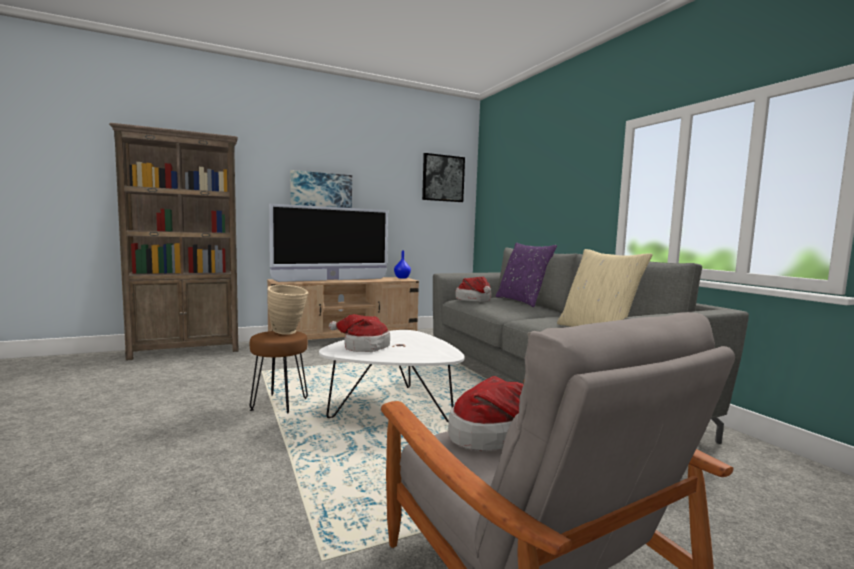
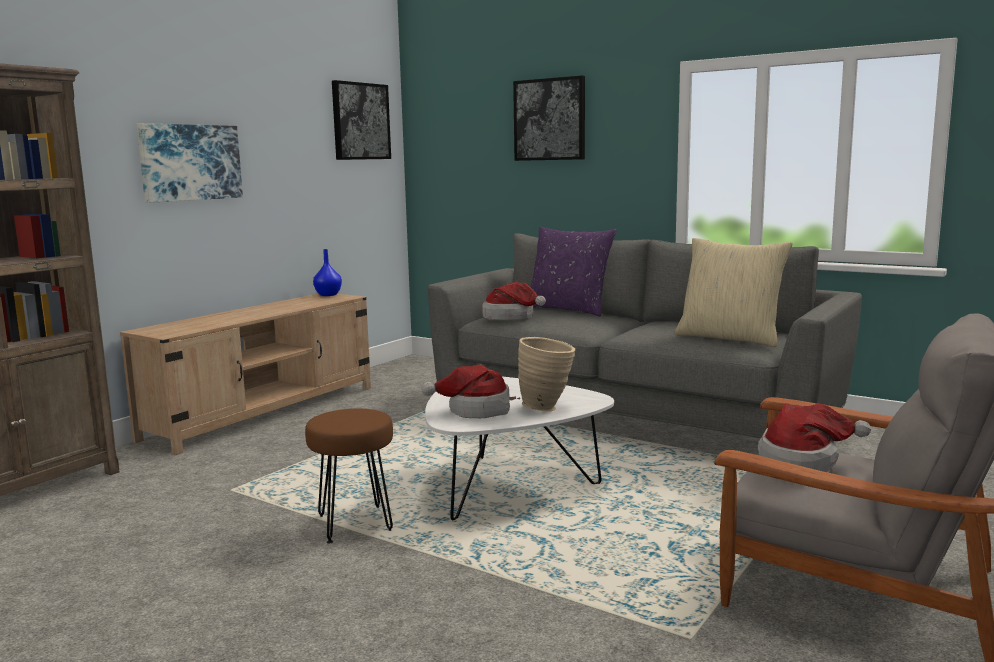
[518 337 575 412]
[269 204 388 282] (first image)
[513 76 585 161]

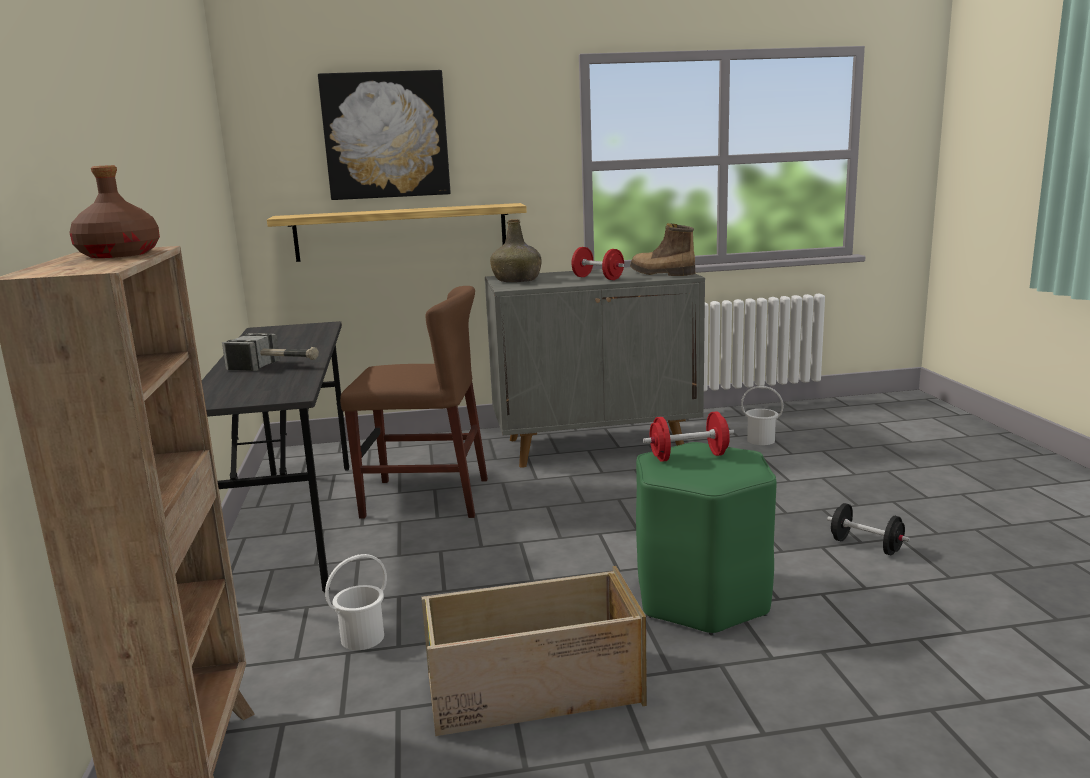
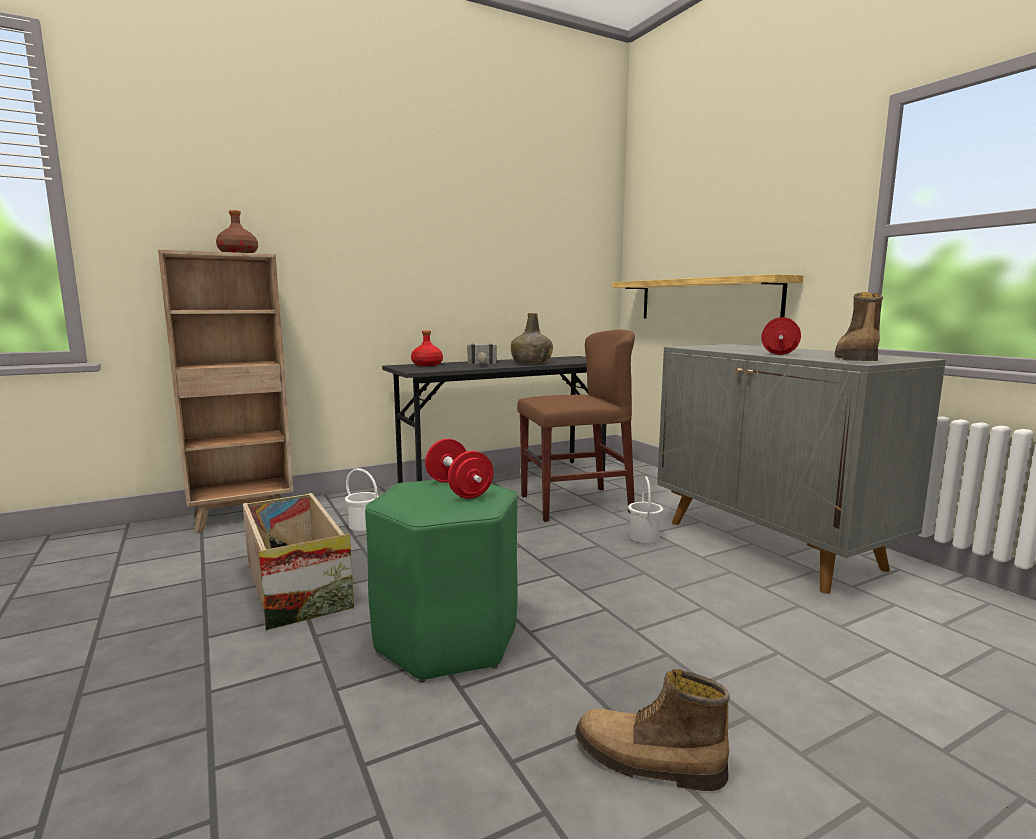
[318 70 451 200] (first image)
[517 330 635 522]
[511 313 553 364]
[628 476 663 543]
[575 669 730 791]
[411 331 443 366]

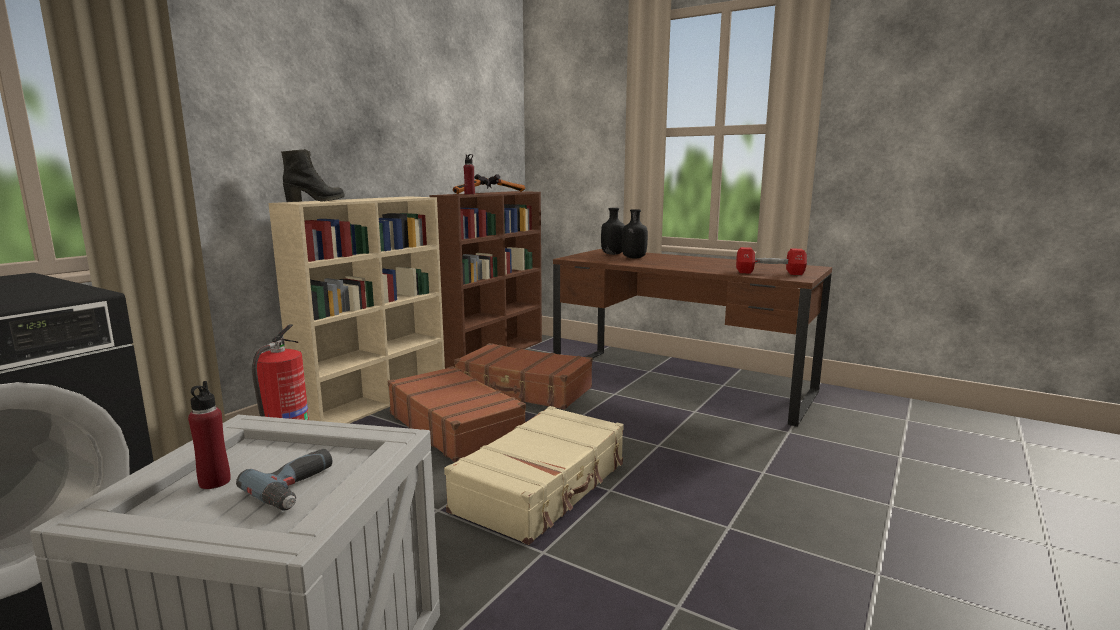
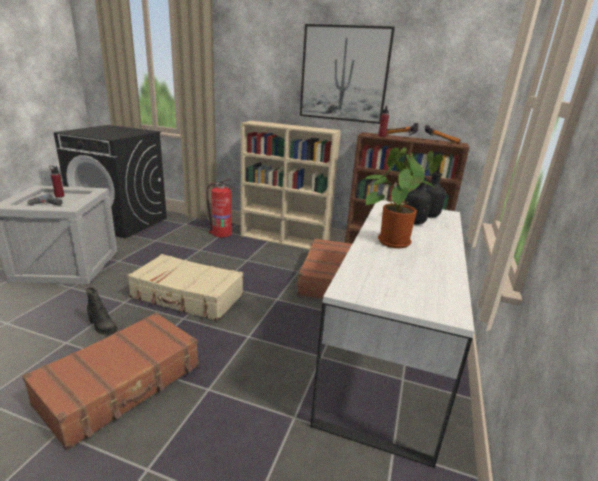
[86 287 118 335]
[22 312 199 450]
[310 200 475 468]
[736 247 807 275] (first image)
[300 24 395 124]
[364 147 443 248]

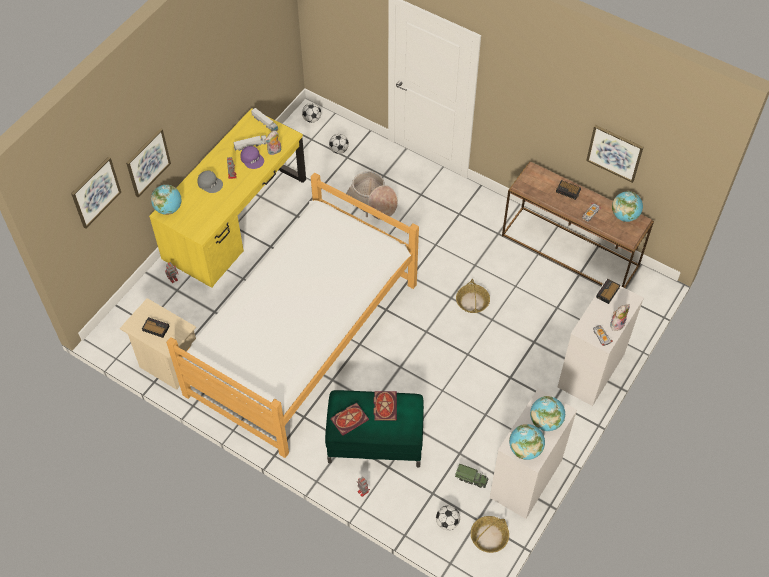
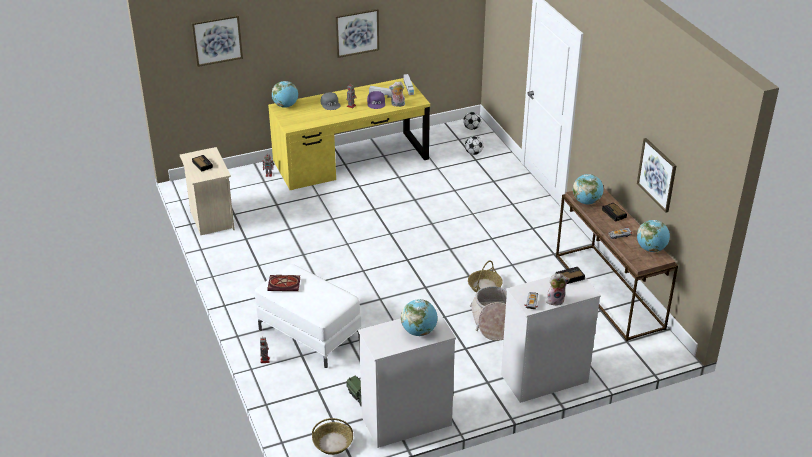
[335 8 379 58]
[166 173 419 458] (first image)
[255 264 362 368]
[470 286 507 341]
[374 391 397 420] (first image)
[436 506 460 530] (first image)
[573 174 603 204]

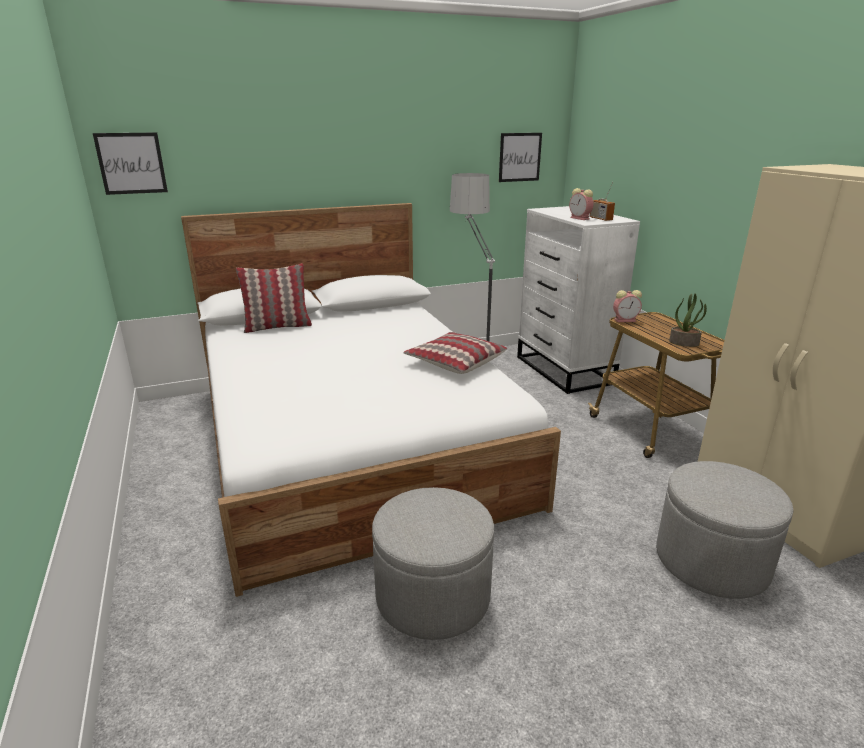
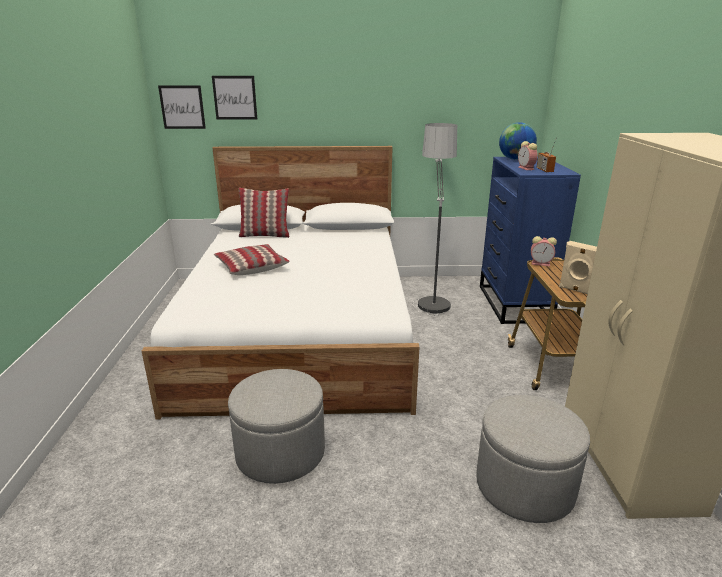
[214 244 290 275]
[212 76 257 120]
[480 157 581 324]
[559 241 597 294]
[499 122 537 160]

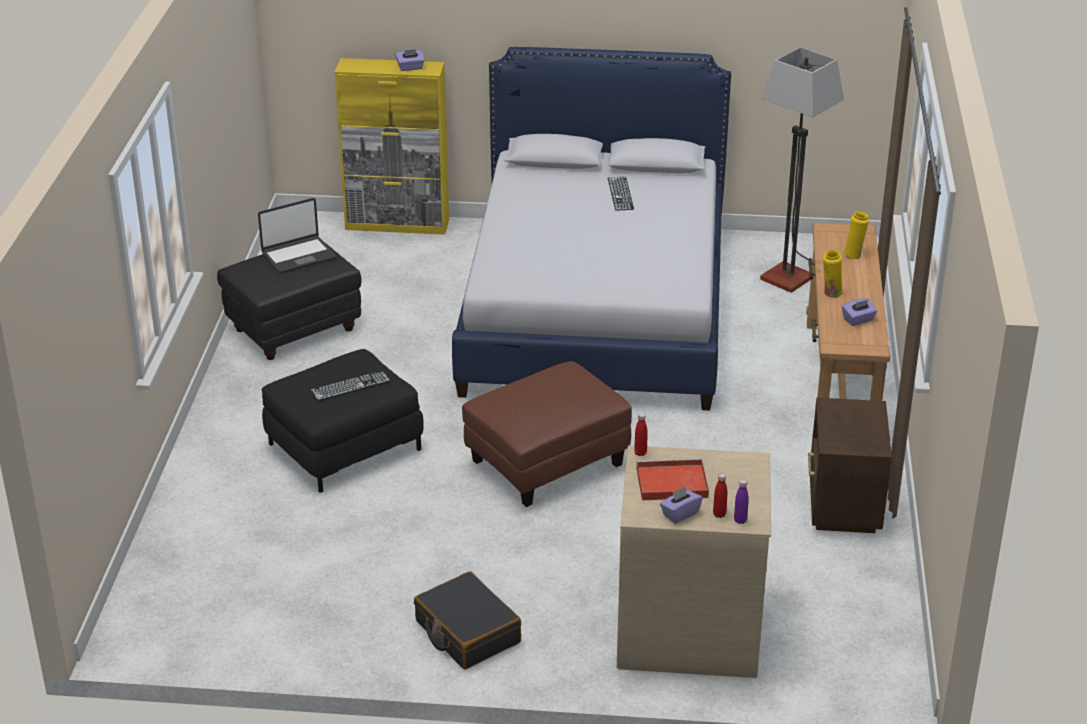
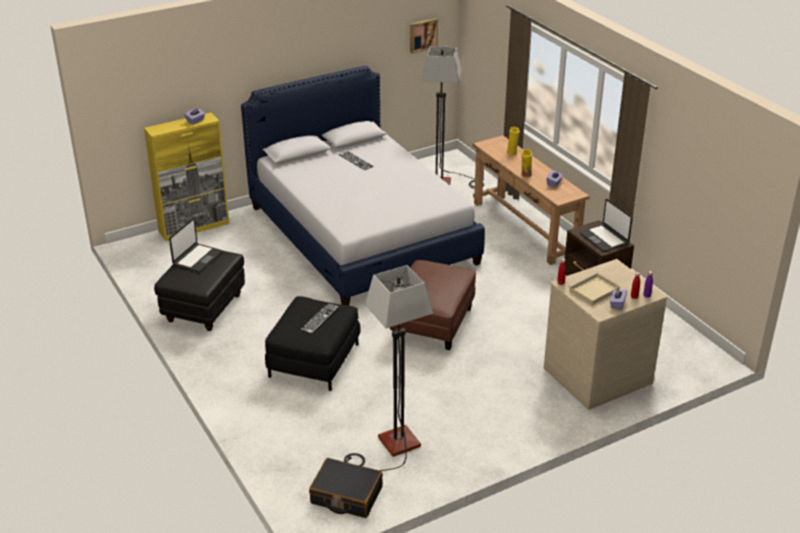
[309 458 383 518]
[568 273 620 305]
[344 265 433 471]
[410 18 438 53]
[579 199 633 252]

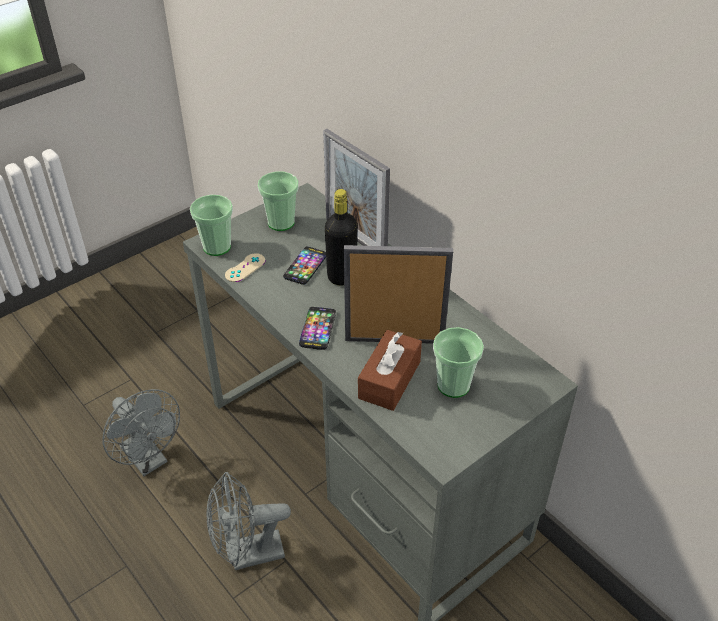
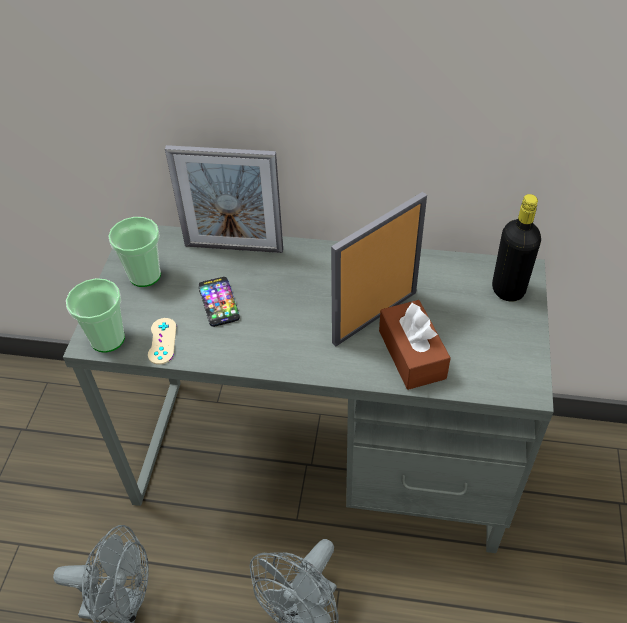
[299 307 336 350] (first image)
[492 194 541 302]
[433 327 484 398] (first image)

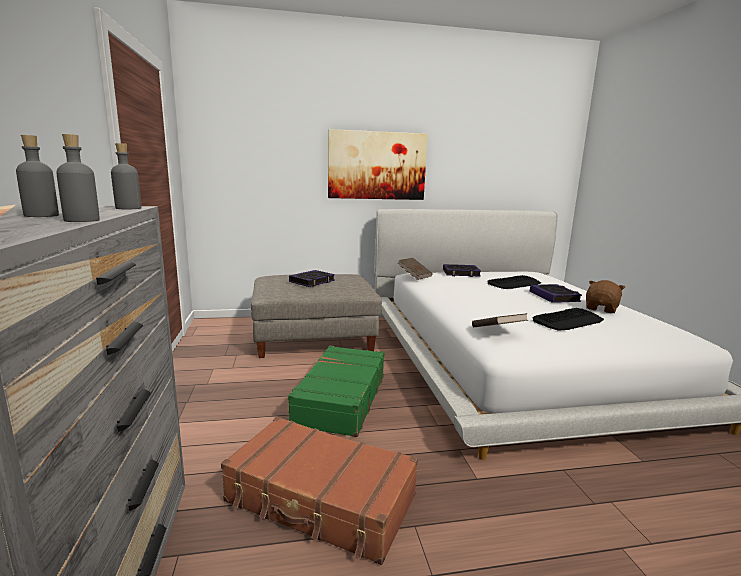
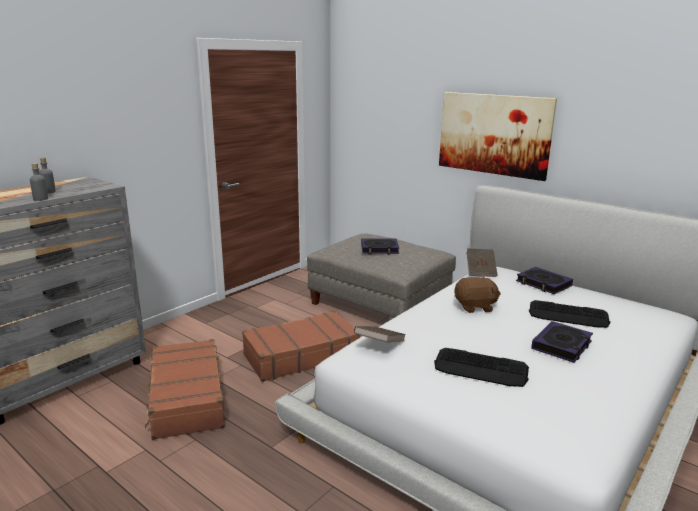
[111 143 142 209] (first image)
[242 311 361 382]
[454 276 501 313]

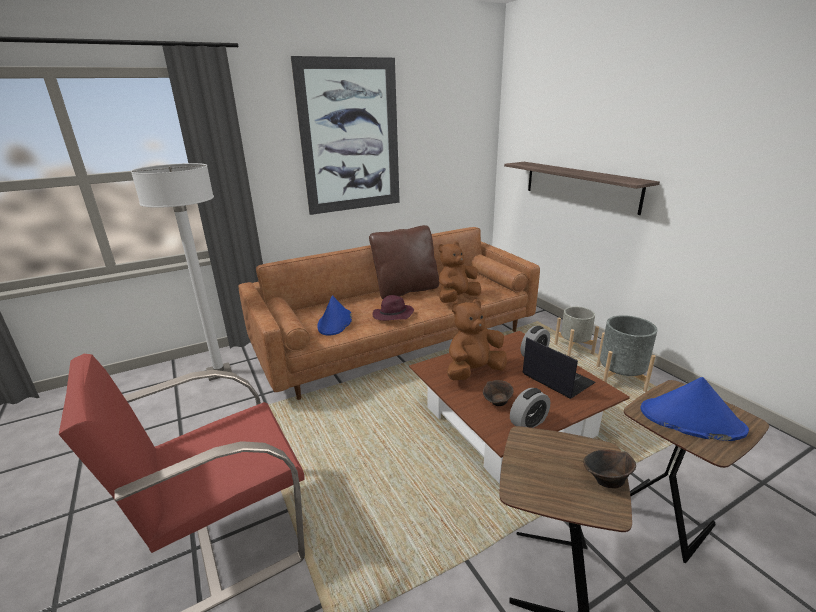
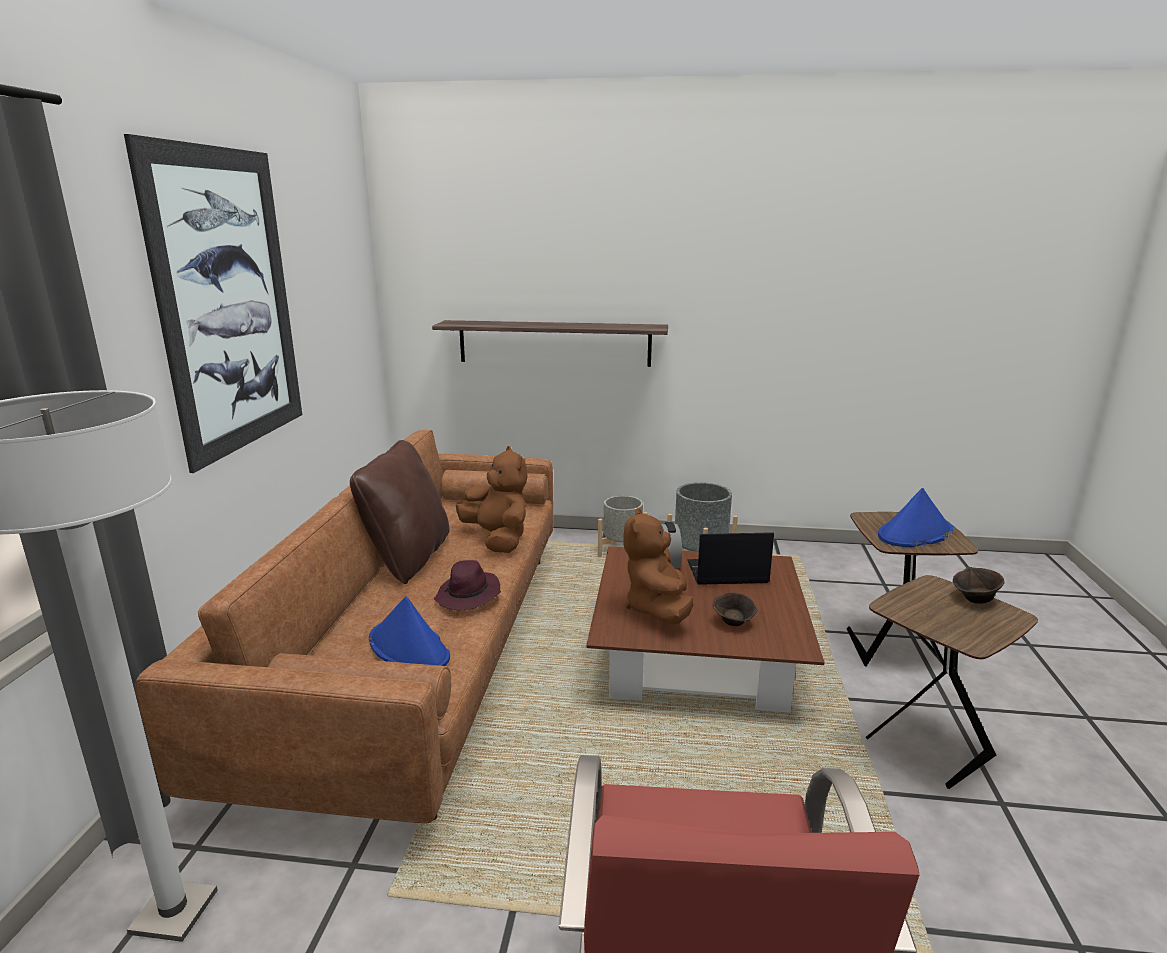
[456 446 528 553]
[510 388 550 428] (first image)

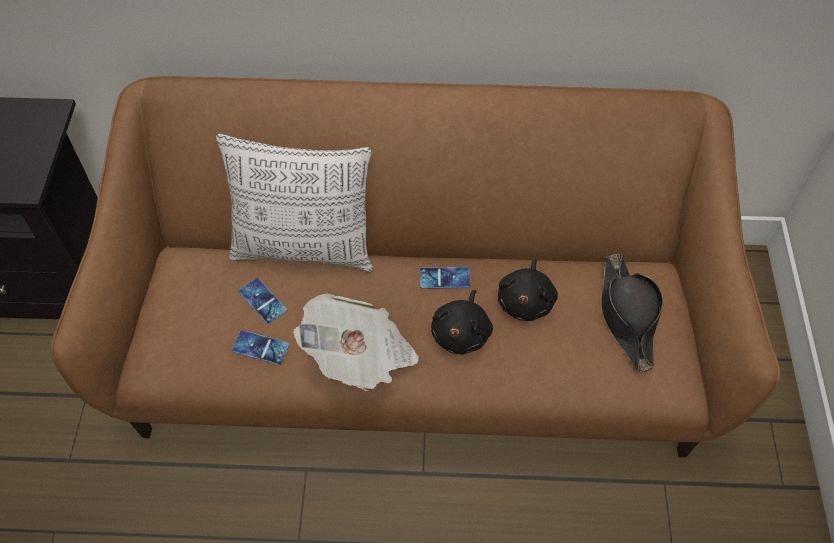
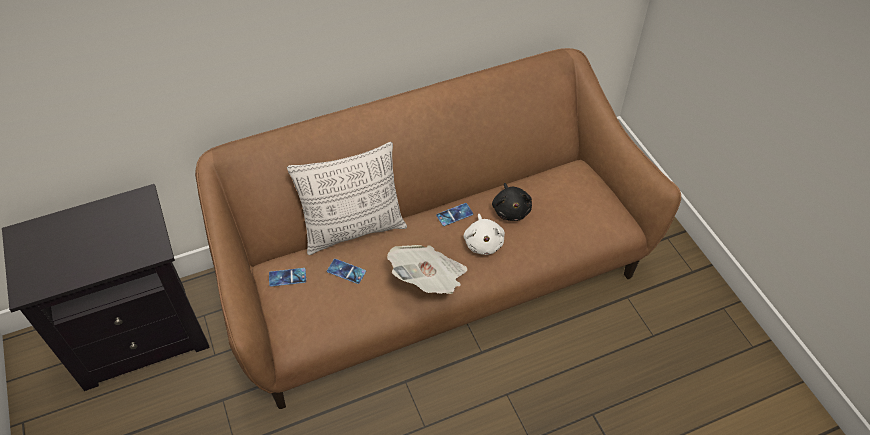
[269 268 306 287]
[463 214 505 255]
[602 253 663 372] (first image)

